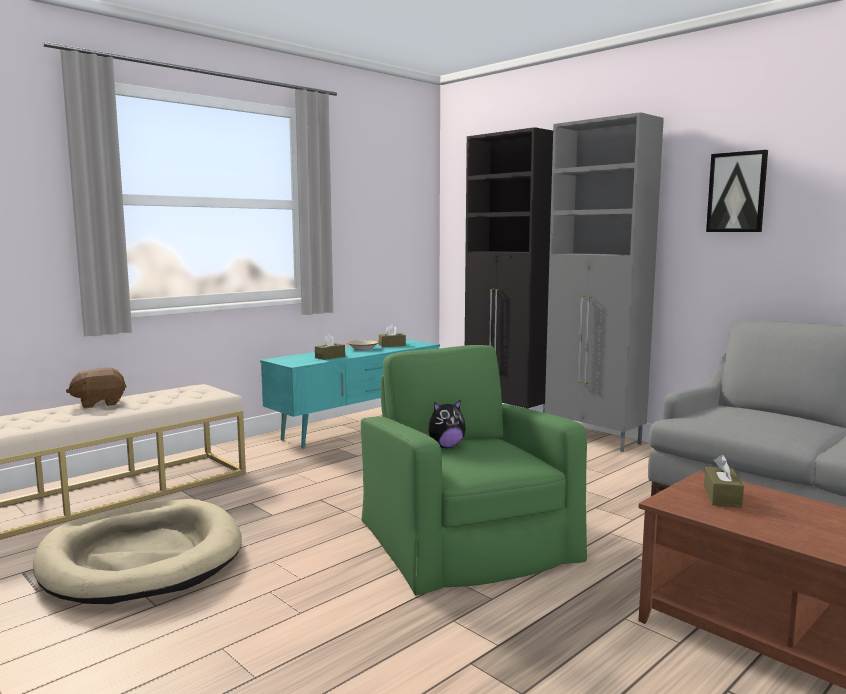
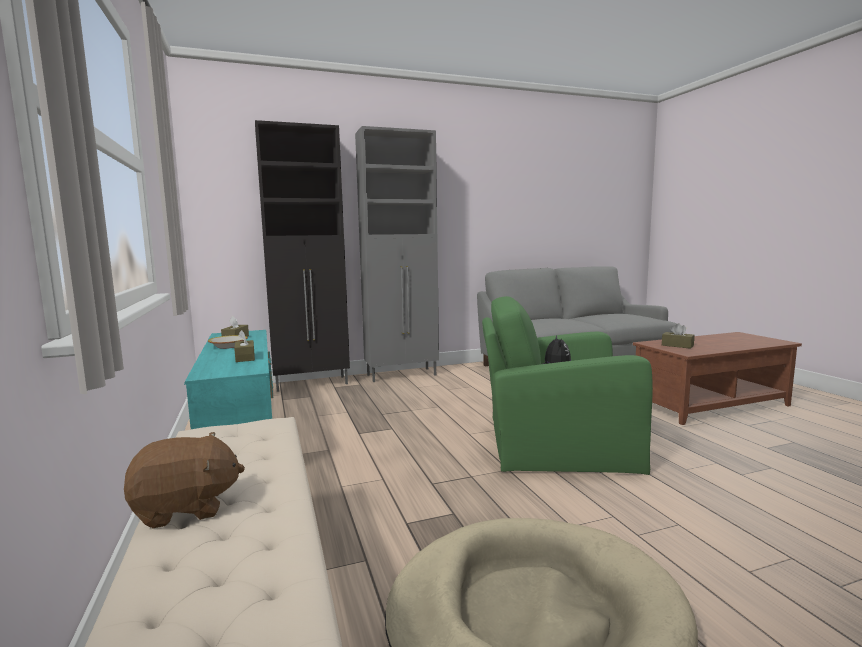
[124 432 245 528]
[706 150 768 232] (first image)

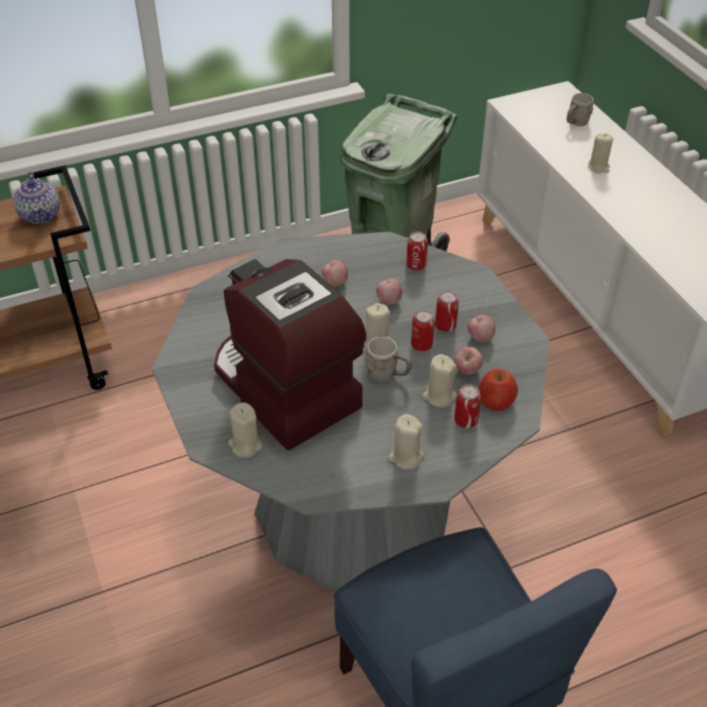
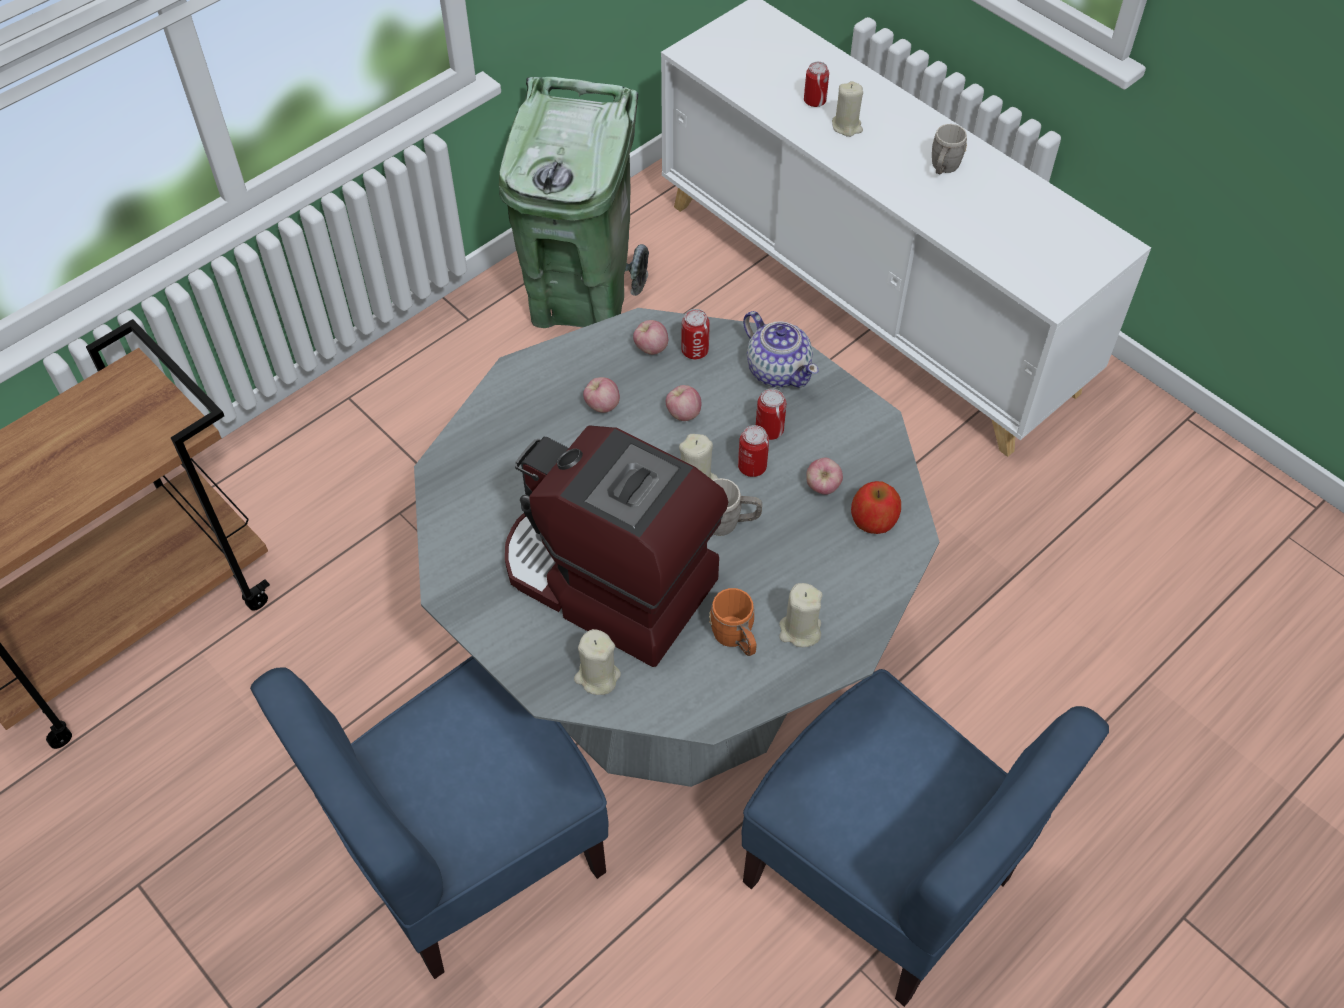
[743 311 819 388]
[422 354 456 408] (first image)
[804 62 829 107]
[633 320 668 355]
[932 124 967 174]
[250 656 609 979]
[709 588 756 656]

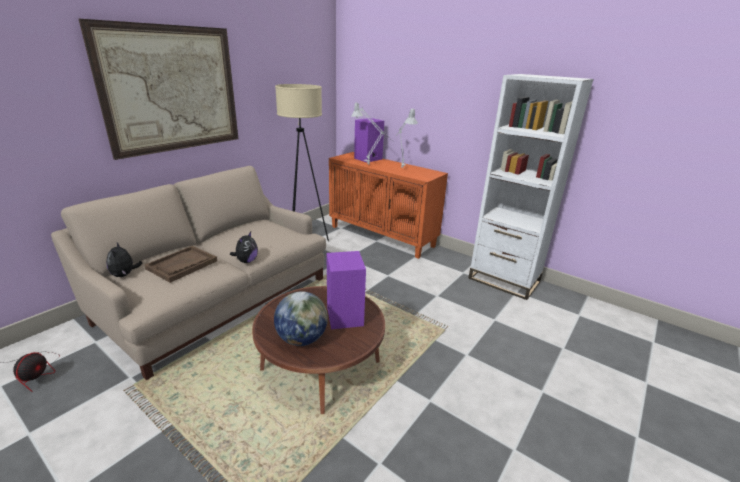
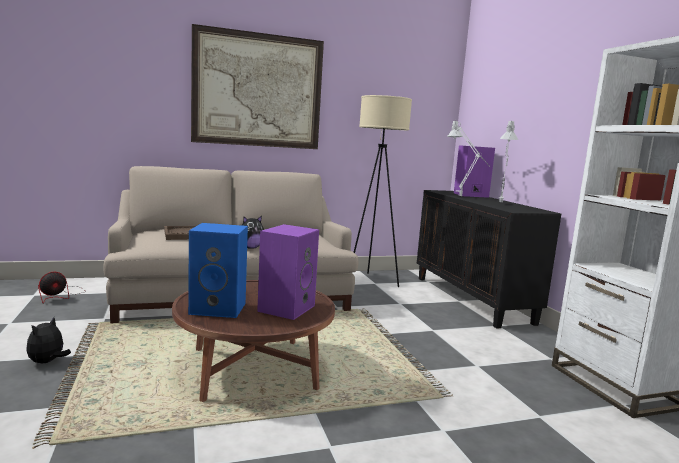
[26 317 71 363]
[188 223 248 318]
[417 190 561 329]

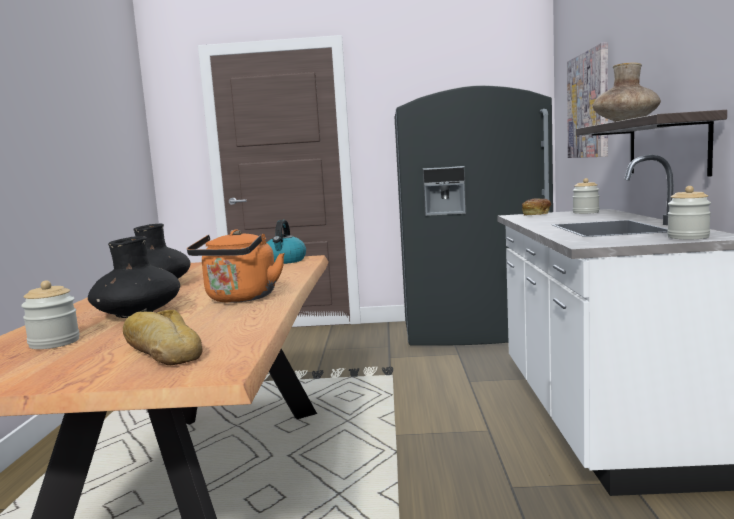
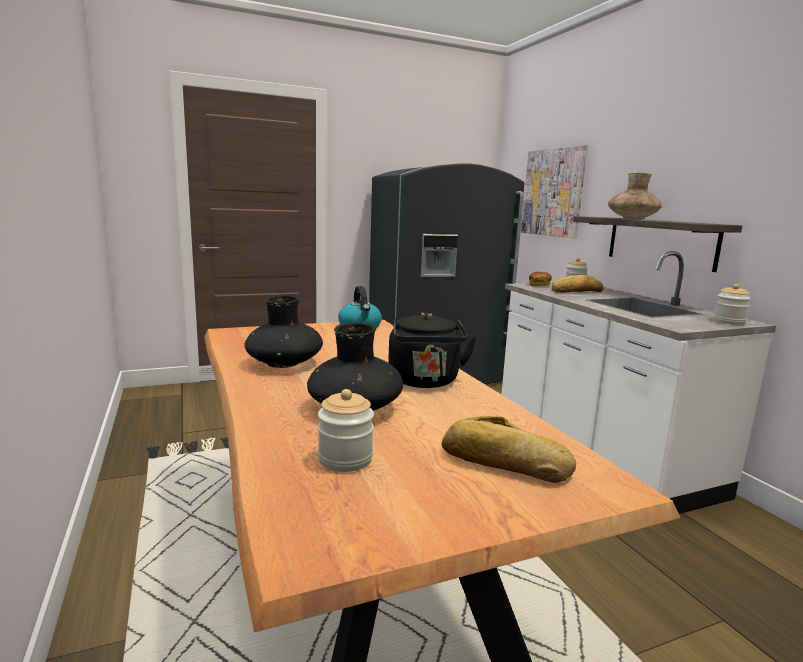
[388 312 477 388]
[551 275 604 293]

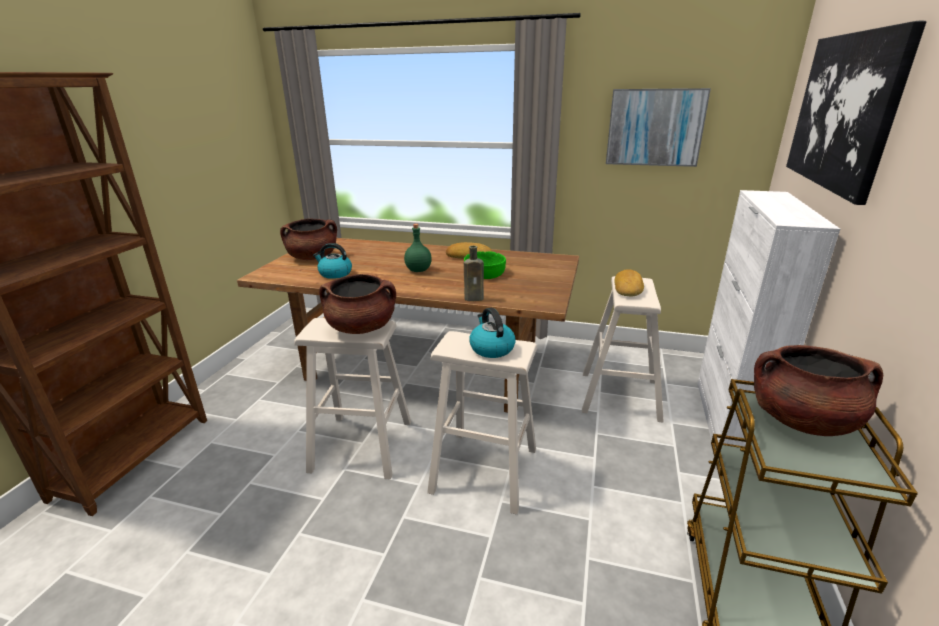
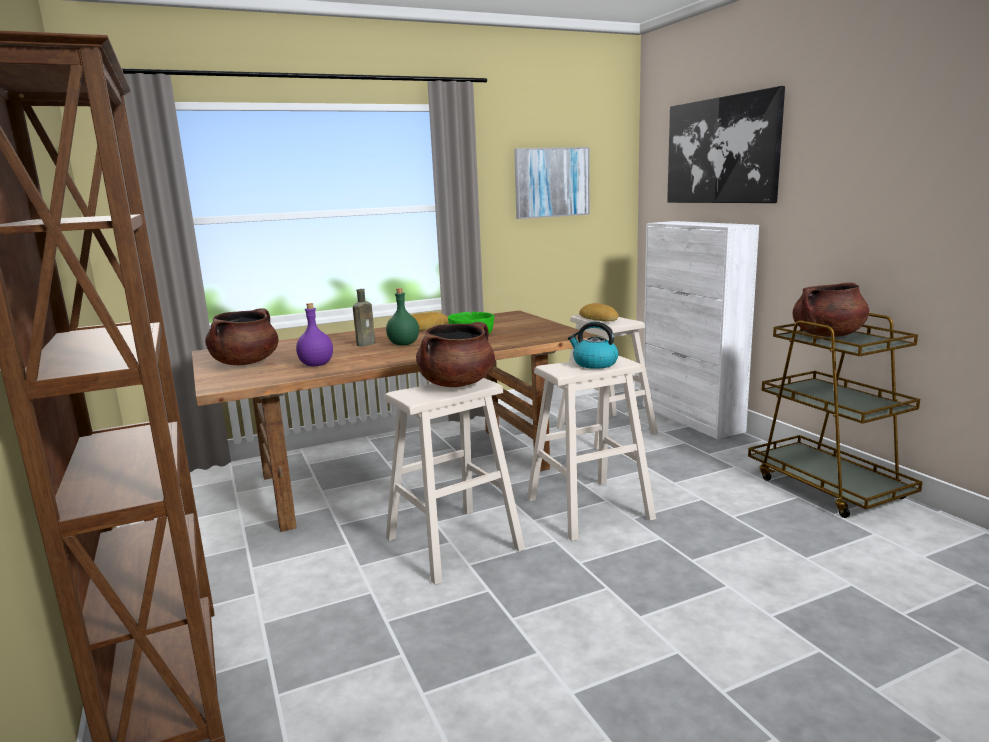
[296 303 333 366]
[353 289 375 346]

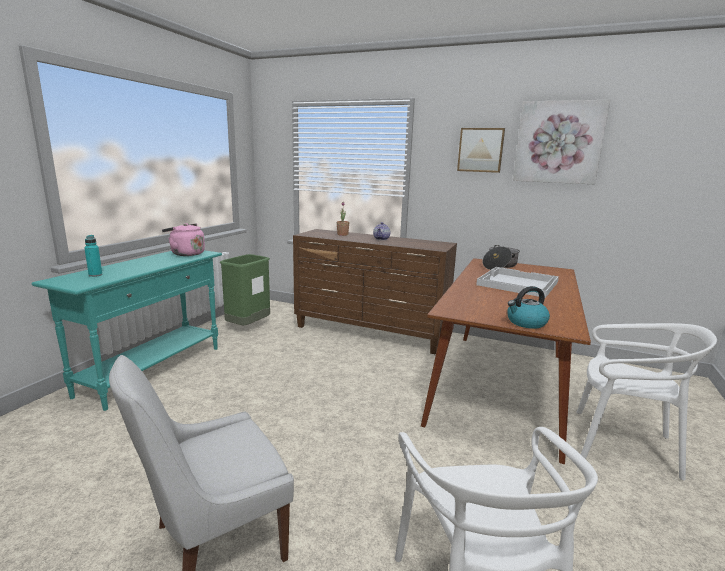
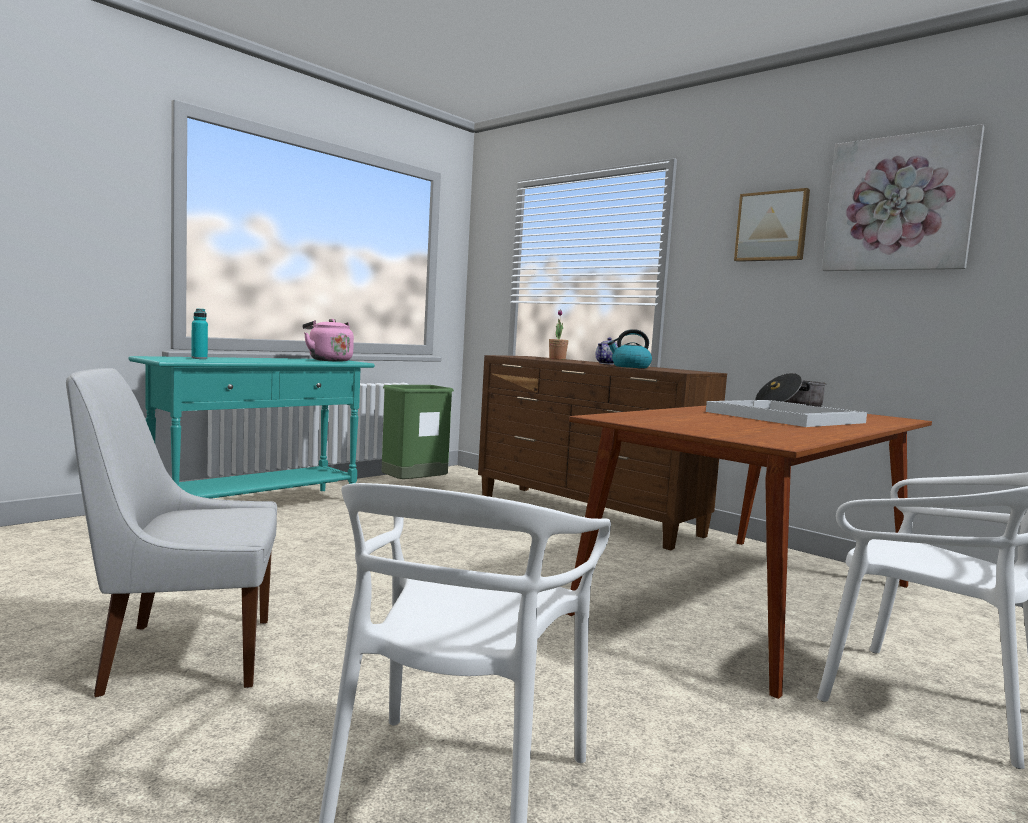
[607 329 652 368]

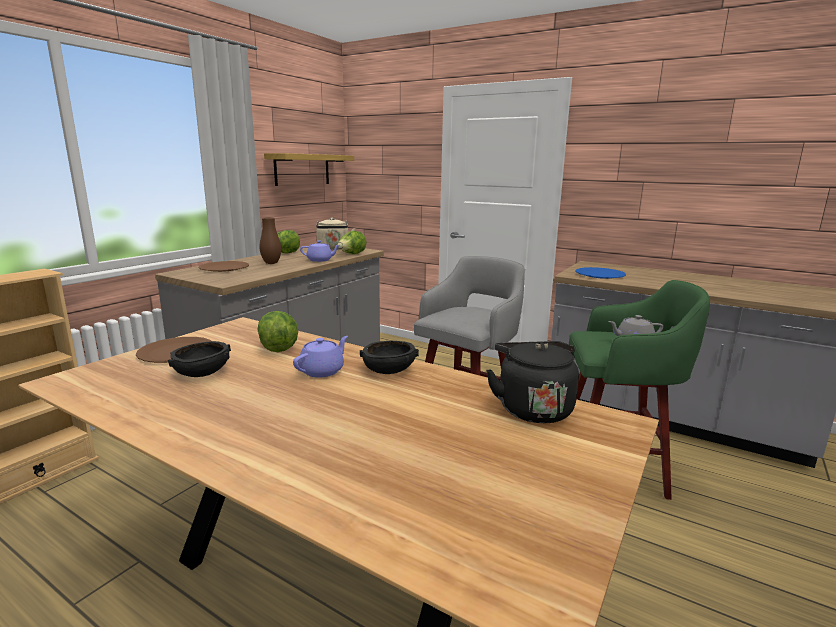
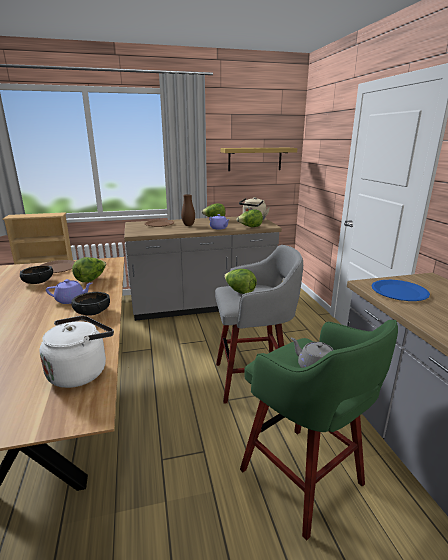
[39 316 114 388]
[224 269 257 294]

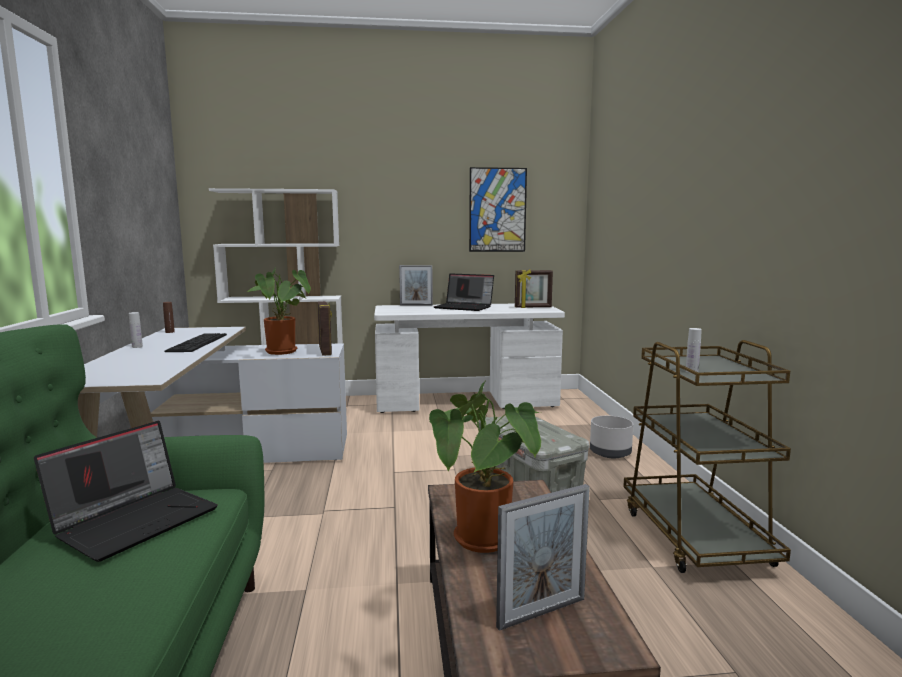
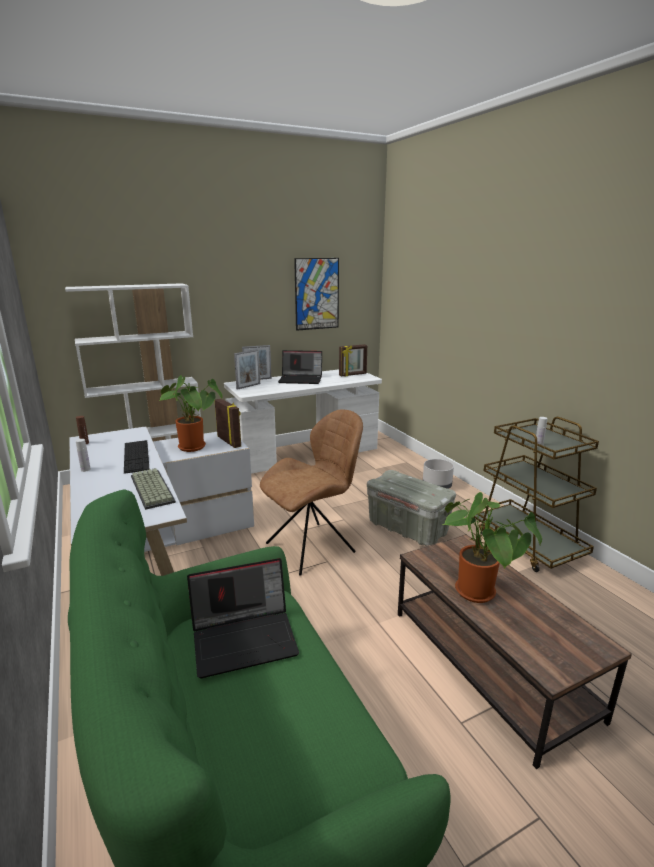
[187 558 299 678]
[234 349 260 390]
[131 468 176 510]
[260 410 363 576]

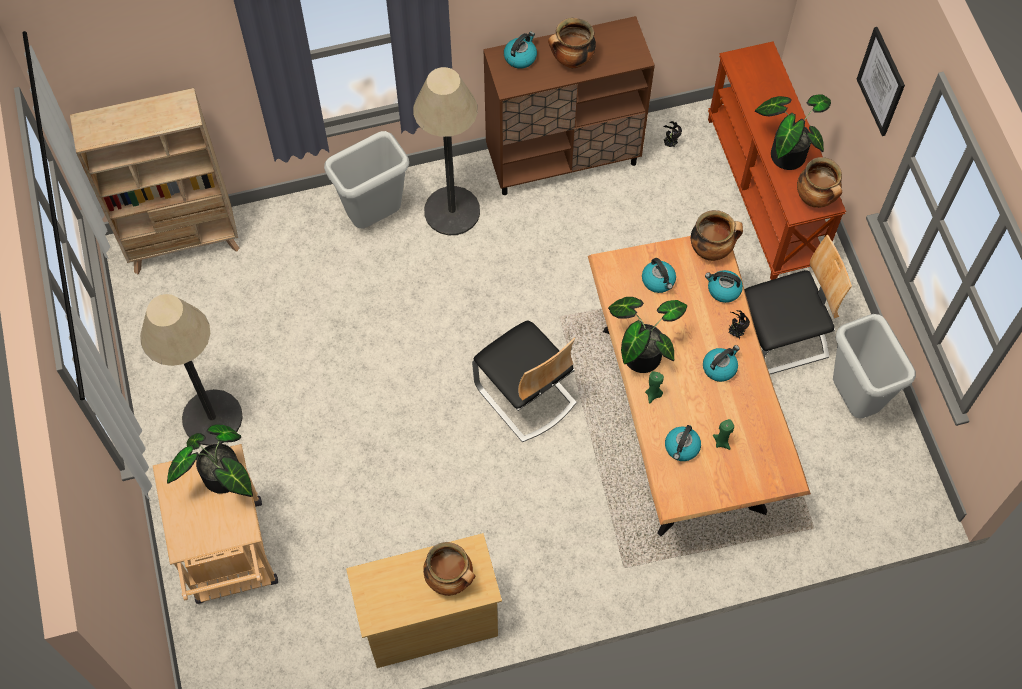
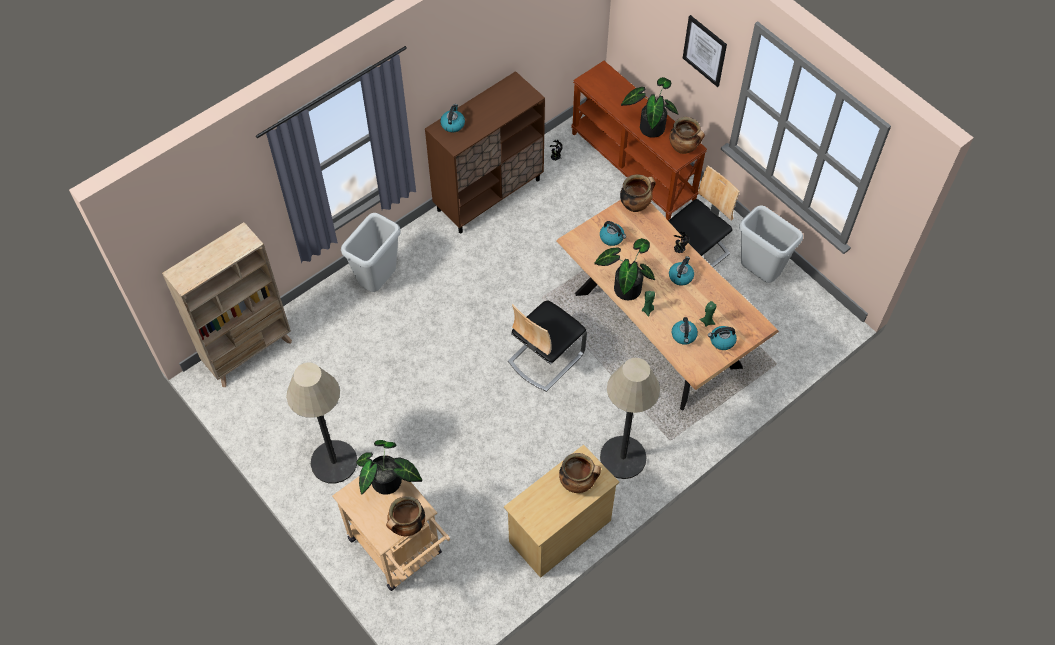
[600 358 660 479]
[508 301 587 392]
[386 496 425 536]
[708 326 737 350]

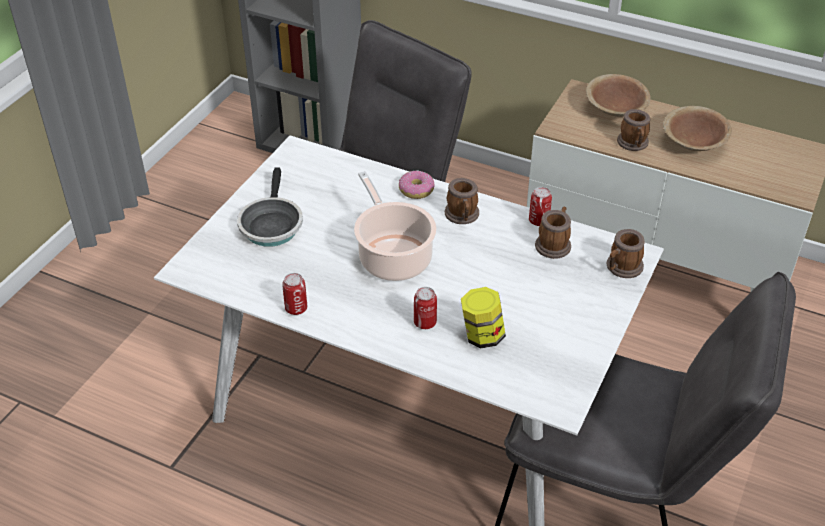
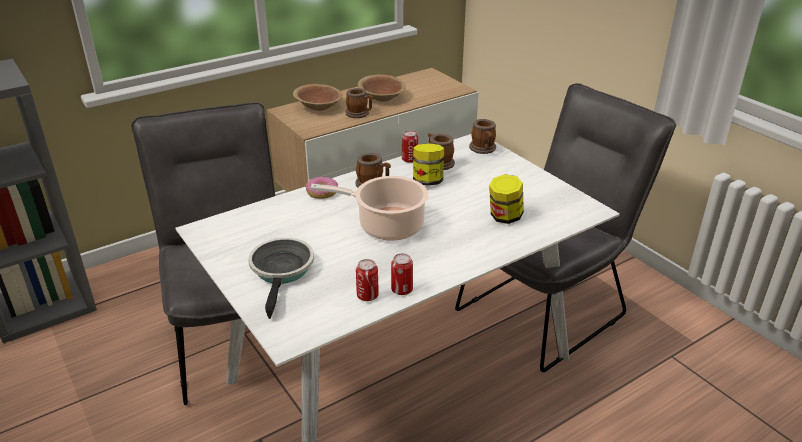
[248 238 314 319]
[356 259 379 301]
[413 143 444 186]

